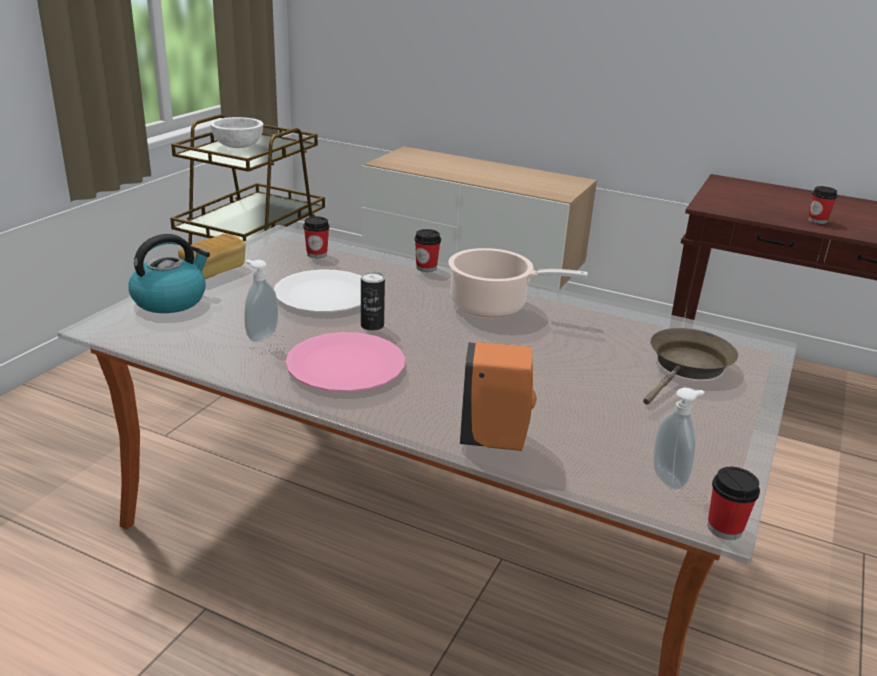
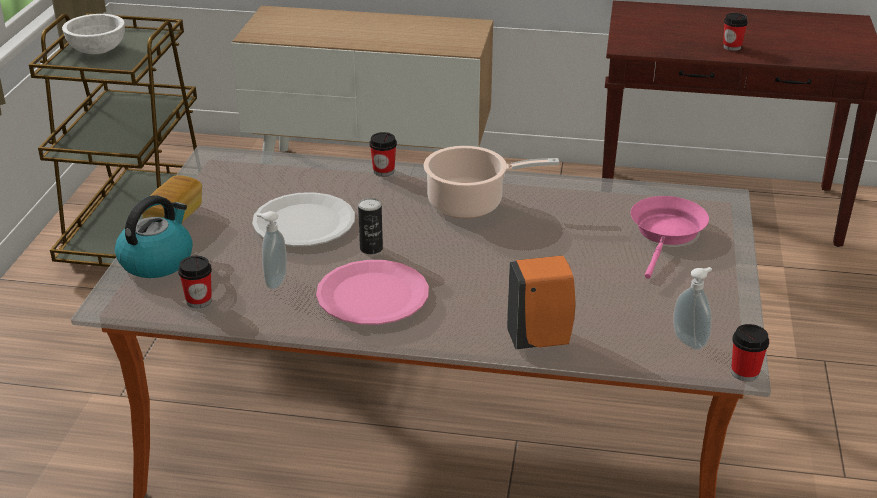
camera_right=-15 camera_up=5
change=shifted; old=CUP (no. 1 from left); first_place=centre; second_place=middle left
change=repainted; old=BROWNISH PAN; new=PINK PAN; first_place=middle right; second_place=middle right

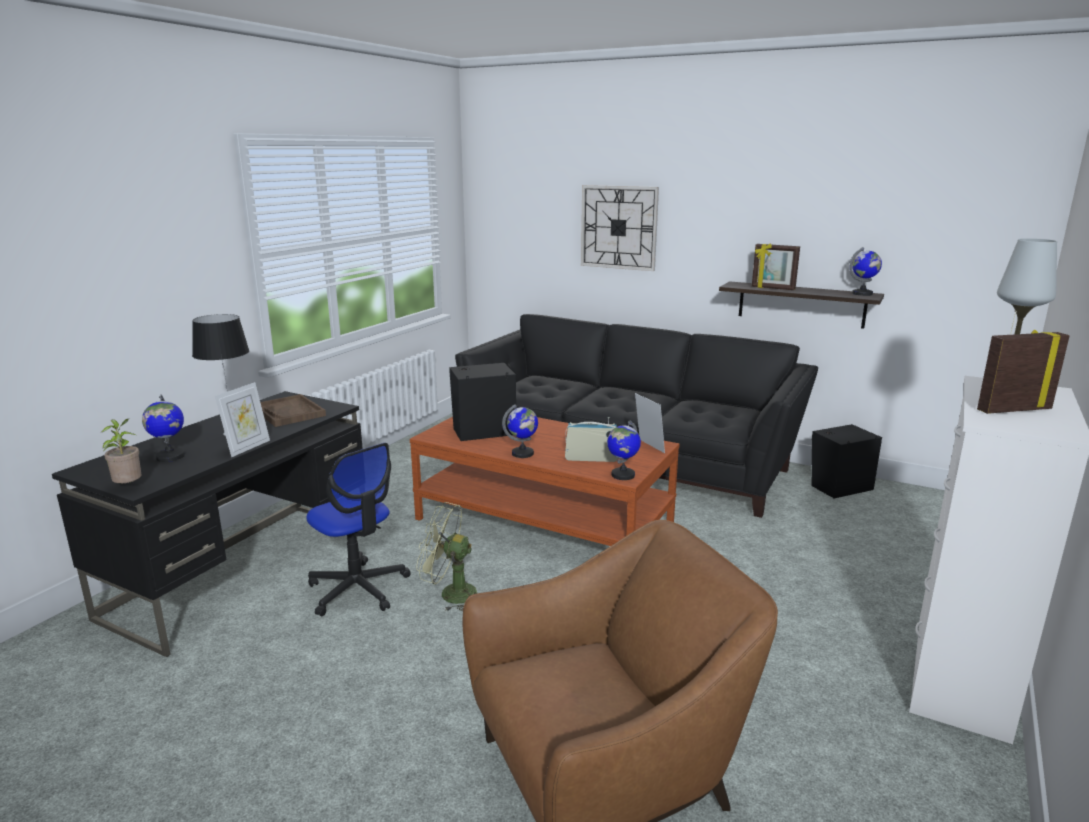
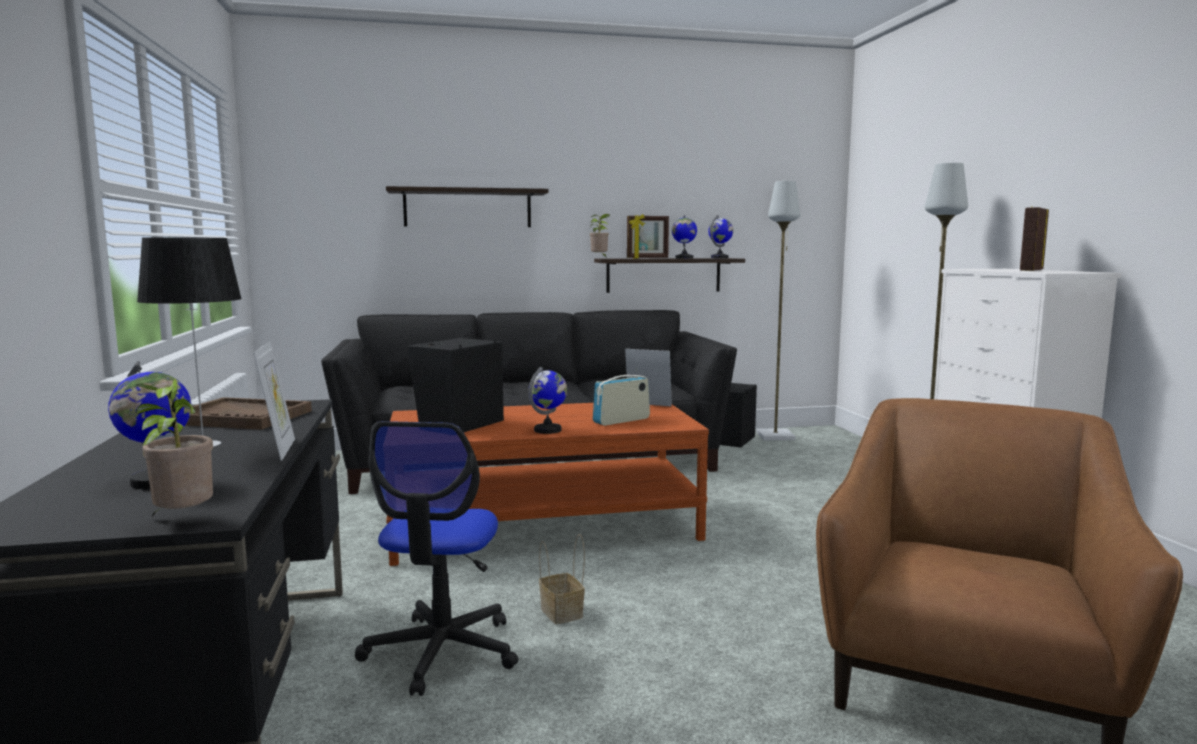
camera_right=-40 camera_up=-10
change=rotated; old=COMPUTER CHAIR; first_place=middle left; second_place=bottom centre; degrees=90
change=swapped; old=CLOCK ON THE WALL; new=WALL SHELF (no. 1 from left); first_place=top centre; second_place=top centre
change=swapped; old=GREEN-COLOURED ELECTRIC FAN; new=STORAGE BASKET; first_place=bottom centre; second_place=bottom centre
change=new; new=PLANT IN A POT (no. 2 from left); second_place=top centre
change=shifted; old=GLOBE (no. 3 from left); first_place=centre; second_place=top centre
change=new; new=GRAY STANDING LAMP (no. 1 from left); second_place=centre

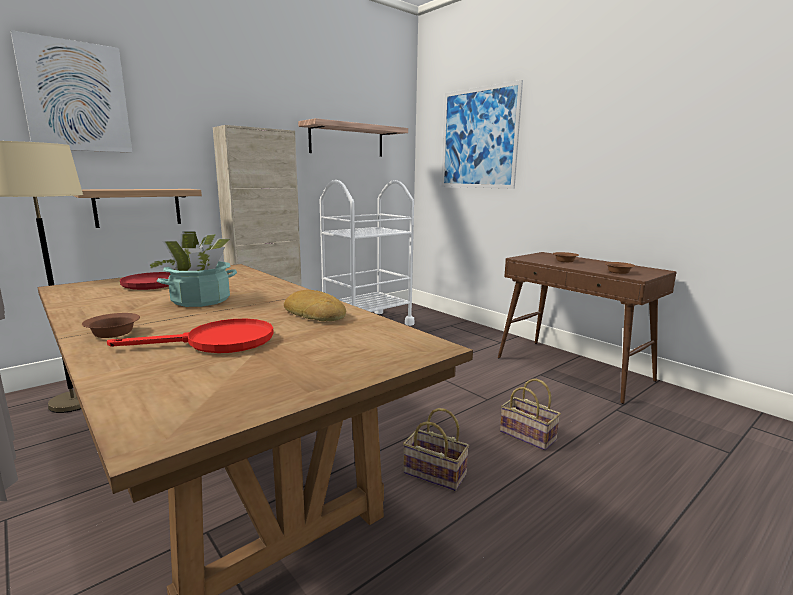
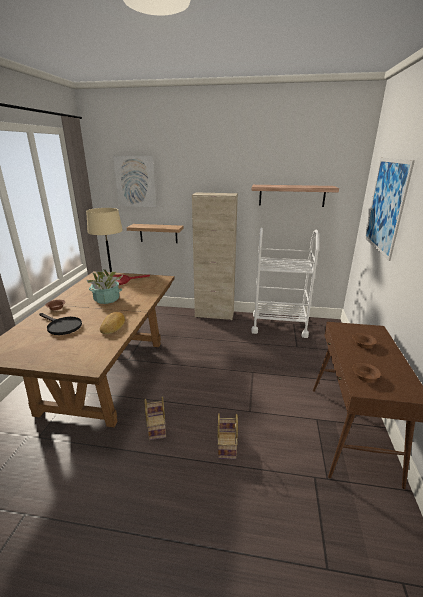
camera_right=50 camera_up=10
change=repainted; old=REDDISH PAN (no. 2 from left); new=BLACK-COLOURED PAN; first_place=middle left; second_place=middle left

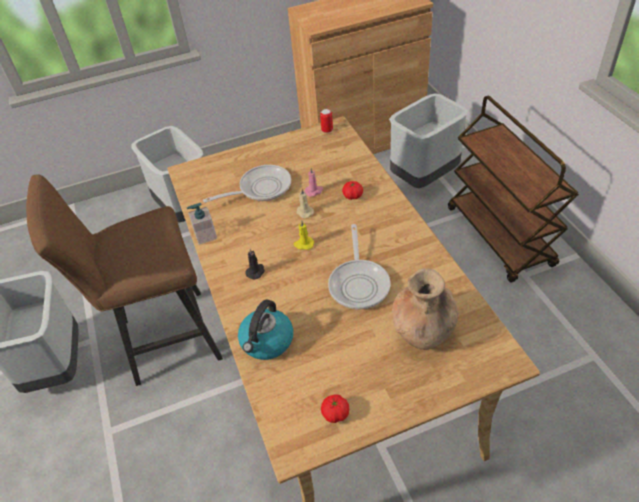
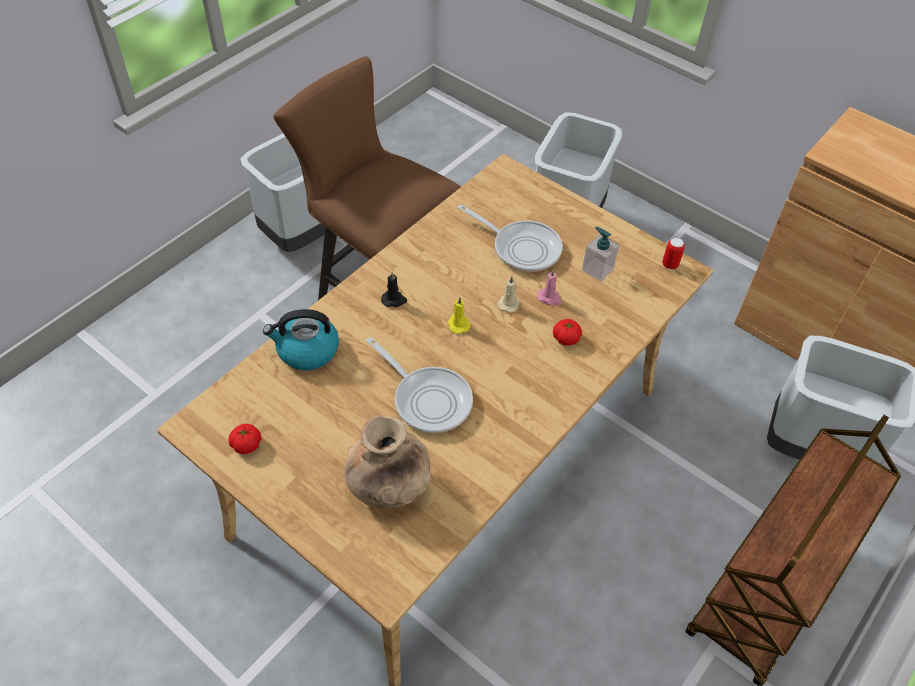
camera_right=55 camera_up=5
change=rotated; old=PAN (no. 2 from left in the first image); first_place=centre; second_place=centre; degrees=-105
change=shifted; old=SOAP DISPENSER; first_place=middle left; second_place=centre

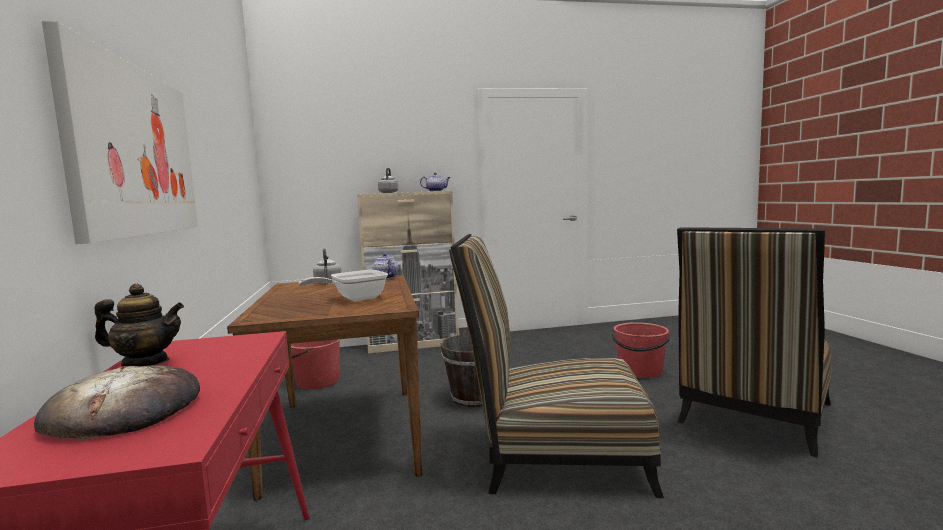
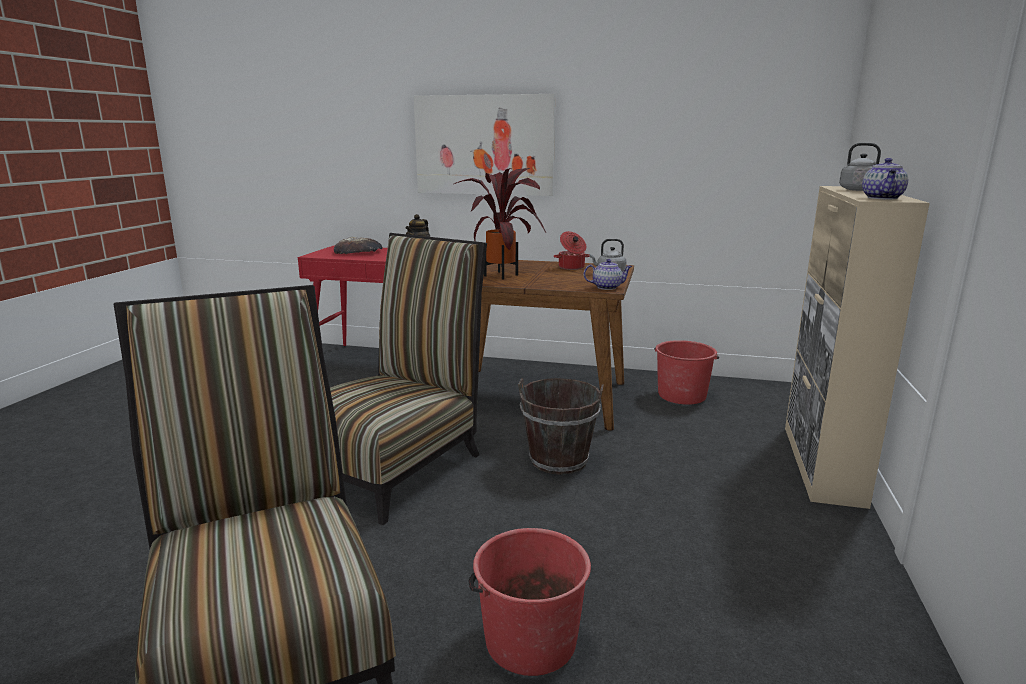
camera_right=115 camera_up=10
change=swapped; old=PAN; new=PLANT IN A POT; first_place=centre; second_place=top centre
change=new; new=STOCKPOT; second_place=centre

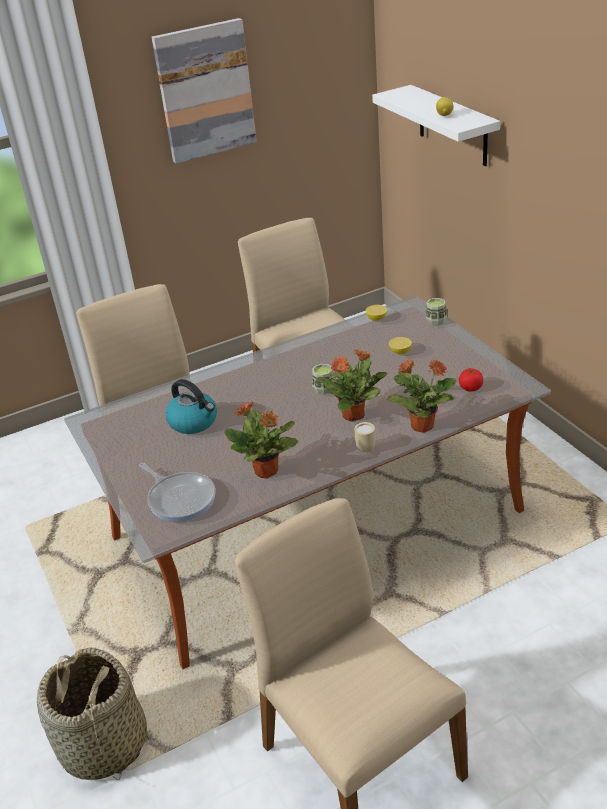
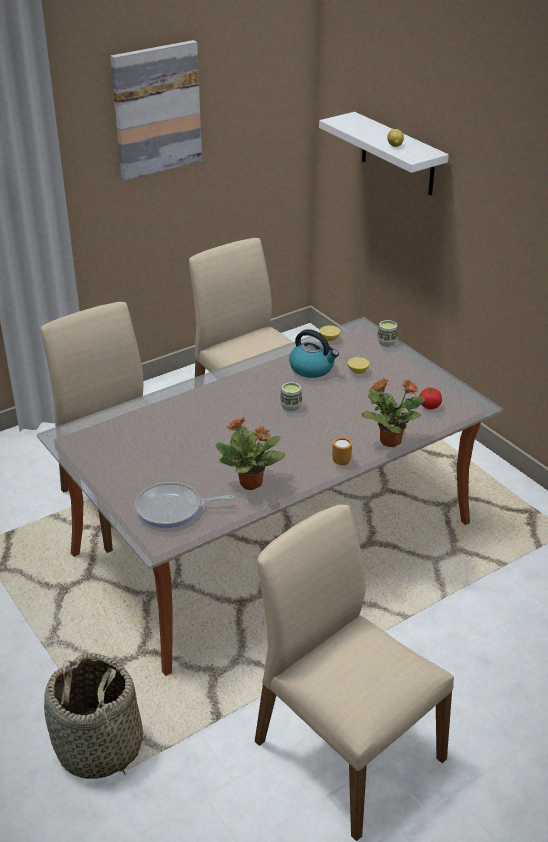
camera_right=-10 camera_up=0
change=rotated; old=PAN; first_place=middle left; second_place=centre; degrees=135
change=shifted; old=WATER KETTLE; first_place=middle left; second_place=centre
change=repainted; old=SAND-COLOURED TEA MUG; new=ORANGE TEA MUG; first_place=centre; second_place=centre
change=gone; old=PLANT IN A POT (no. 2 from left); first_place=centre

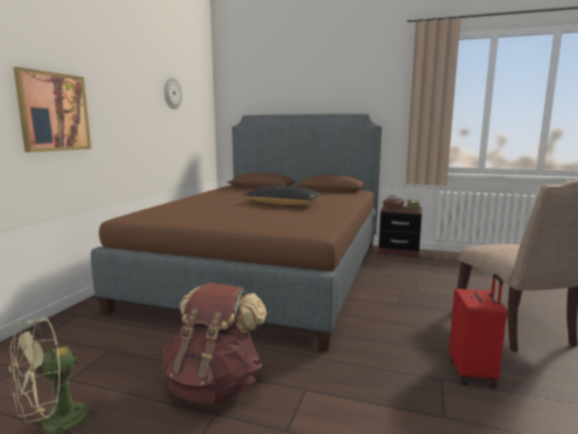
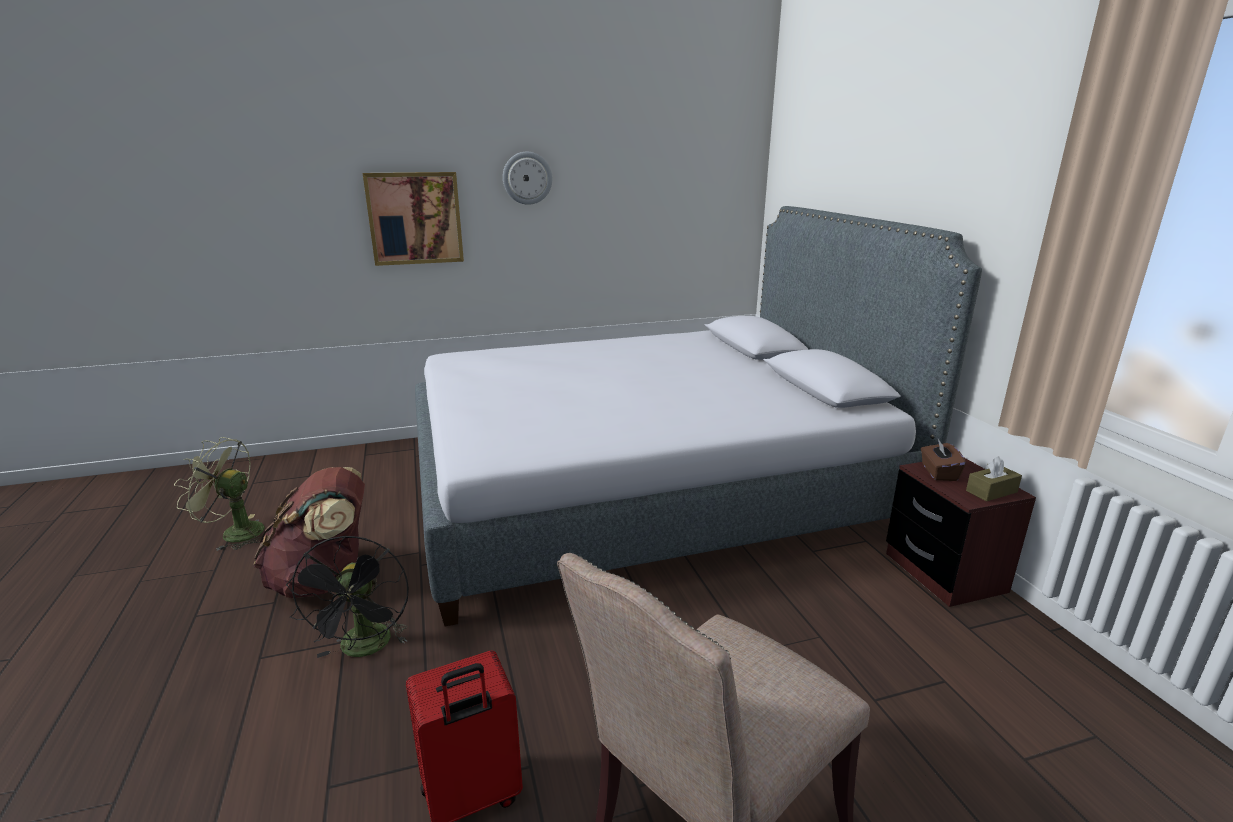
camera_right=55 camera_up=10
change=new; new=BLACK-COLOURED ELECTRIC FAN; second_place=bottom left
change=repainted; old=BROWNISH SLEEPING BED; new=GRAY SLEEPING BED; first_place=centre; second_place=centre
change=shifted; old=CLOCK ON THE WALL; first_place=top left; second_place=top centre
change=gone; old=BLACK-COLOURED PILLOW; first_place=centre

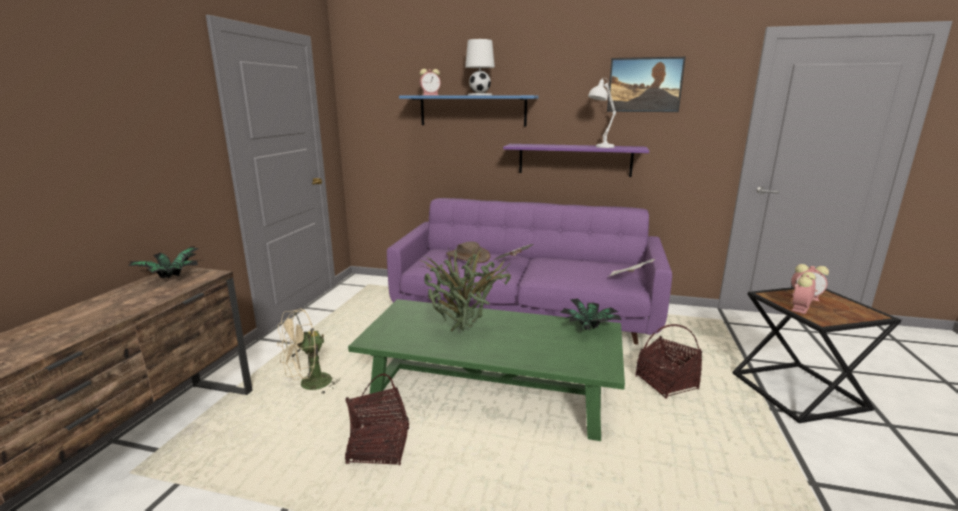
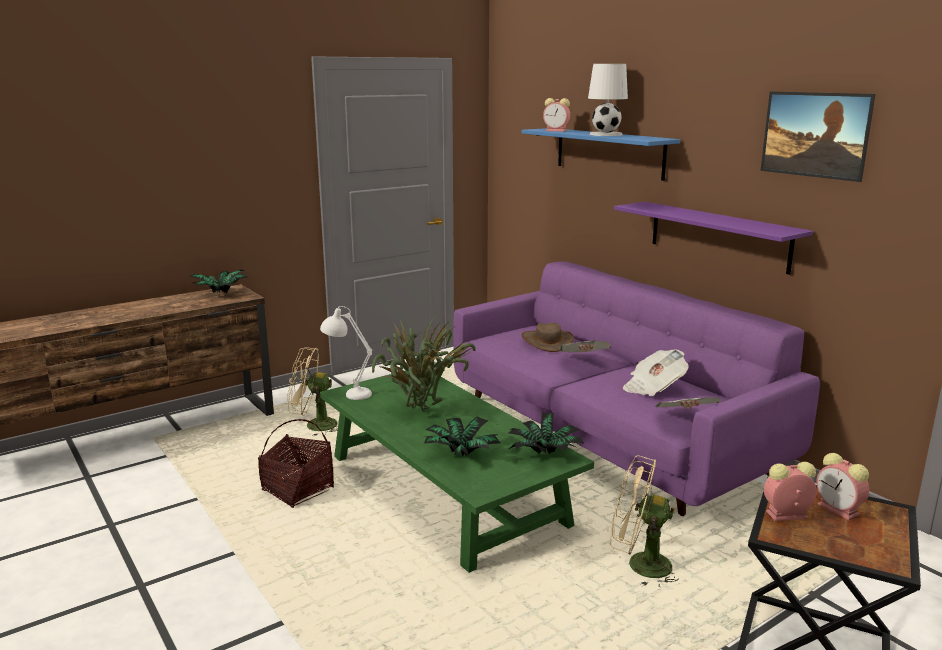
camera_right=40 camera_up=0
change=shifted; old=WHITE LAMP FOR A TABLE (no. 2 from left in the first image); new=WHITE LAMP FOR A TABLE (no. 1 from left); first_place=top centre; second_place=centre
change=new; new=PLANT IN A POT (no. 3 from left); second_place=bottom centre
change=swapped; old=STORAGE BASKET (no. 2 from left); new=SAND-COLOURED ELECTRIC FAN (no. 2 from left); first_place=bottom right; second_place=bottom right
change=new; new=NEWSPAPER (no. 2 from left); second_place=middle right

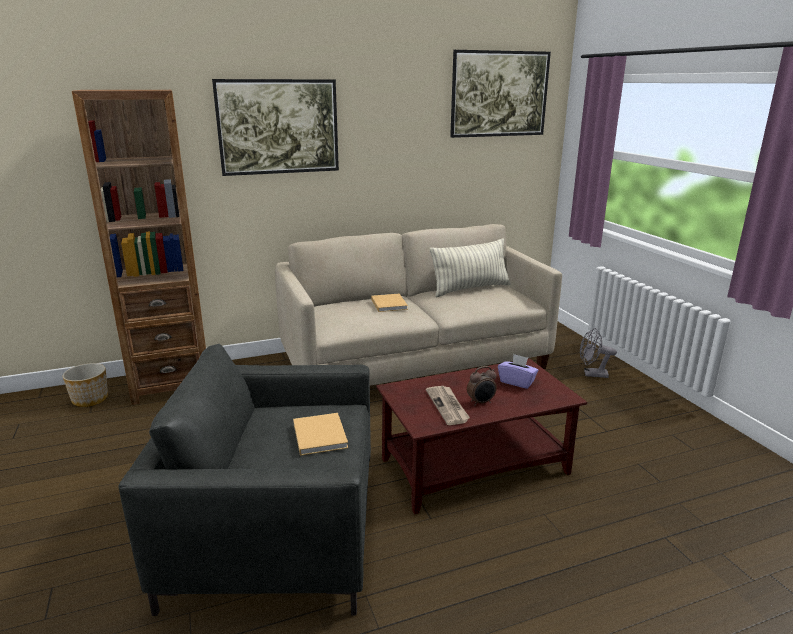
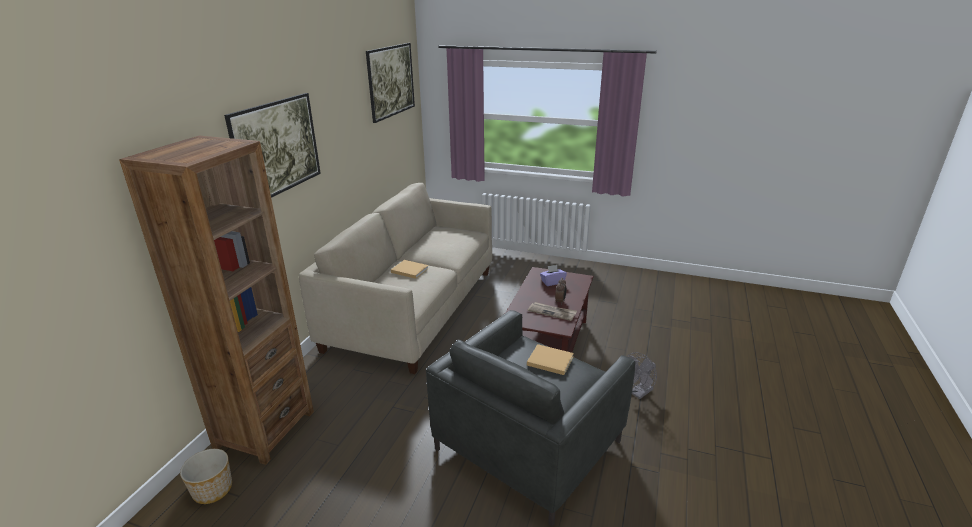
camera_right=-50 camera_up=5
change=shifted; old=GRAY ELECTRIC FAN; first_place=middle right; second_place=bottom centre
change=gone; old=PILLOW; first_place=centre

